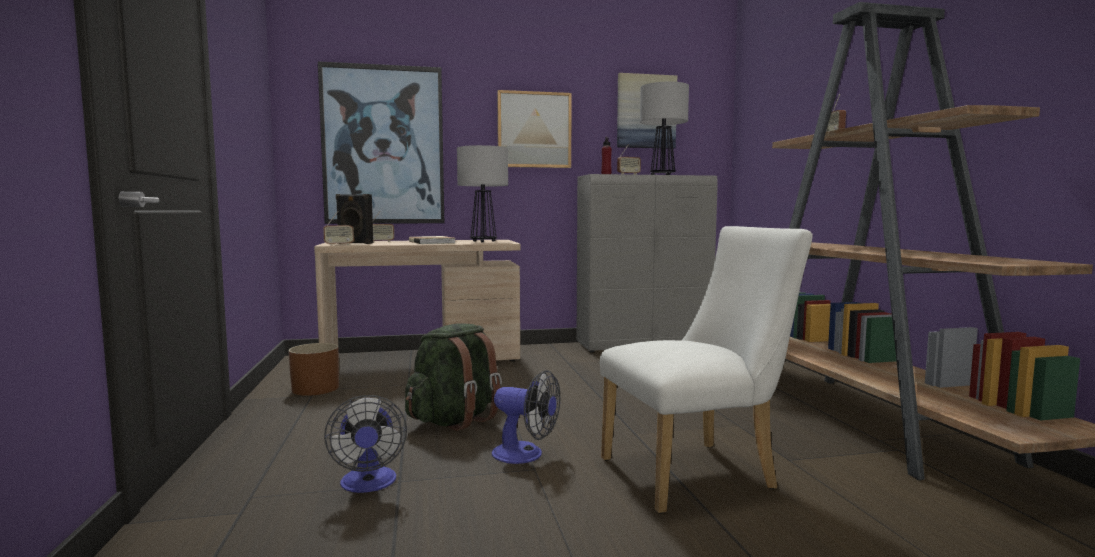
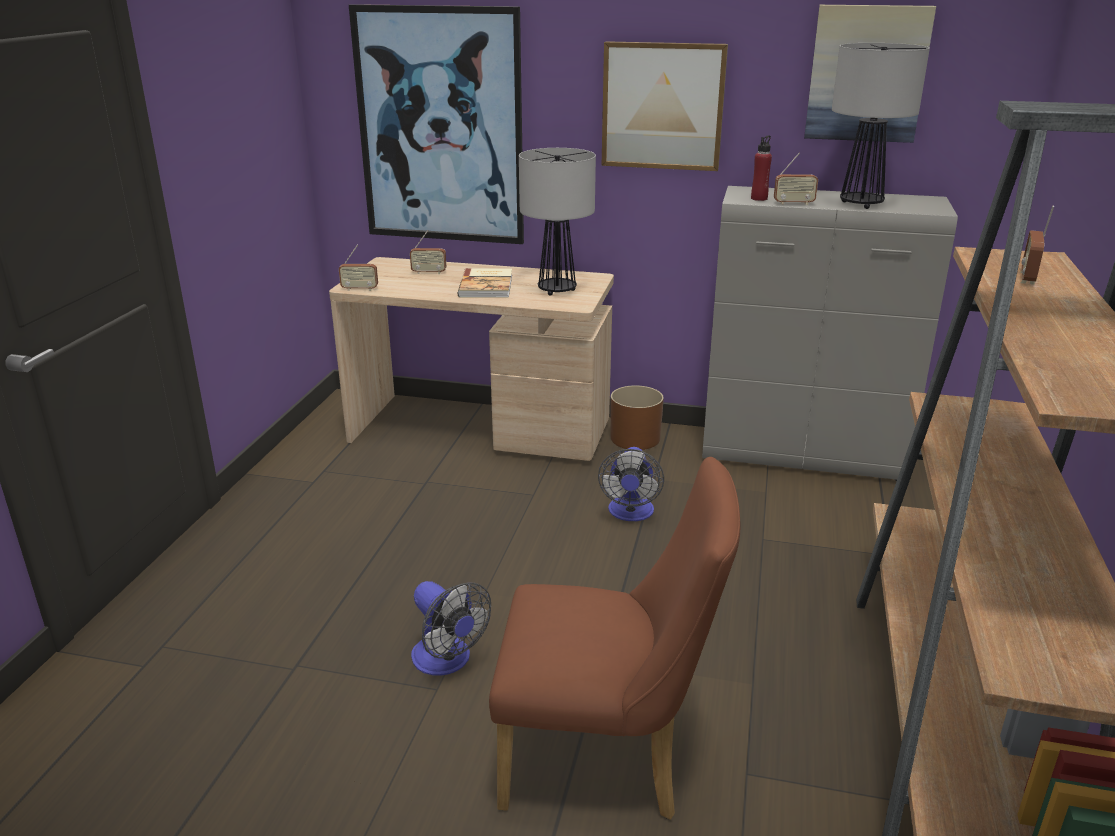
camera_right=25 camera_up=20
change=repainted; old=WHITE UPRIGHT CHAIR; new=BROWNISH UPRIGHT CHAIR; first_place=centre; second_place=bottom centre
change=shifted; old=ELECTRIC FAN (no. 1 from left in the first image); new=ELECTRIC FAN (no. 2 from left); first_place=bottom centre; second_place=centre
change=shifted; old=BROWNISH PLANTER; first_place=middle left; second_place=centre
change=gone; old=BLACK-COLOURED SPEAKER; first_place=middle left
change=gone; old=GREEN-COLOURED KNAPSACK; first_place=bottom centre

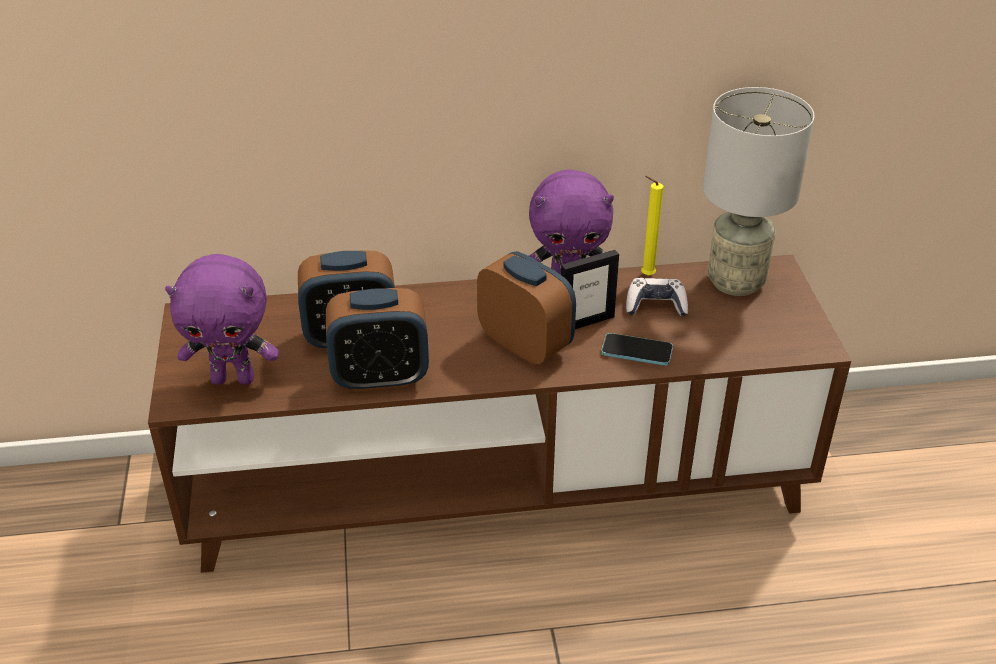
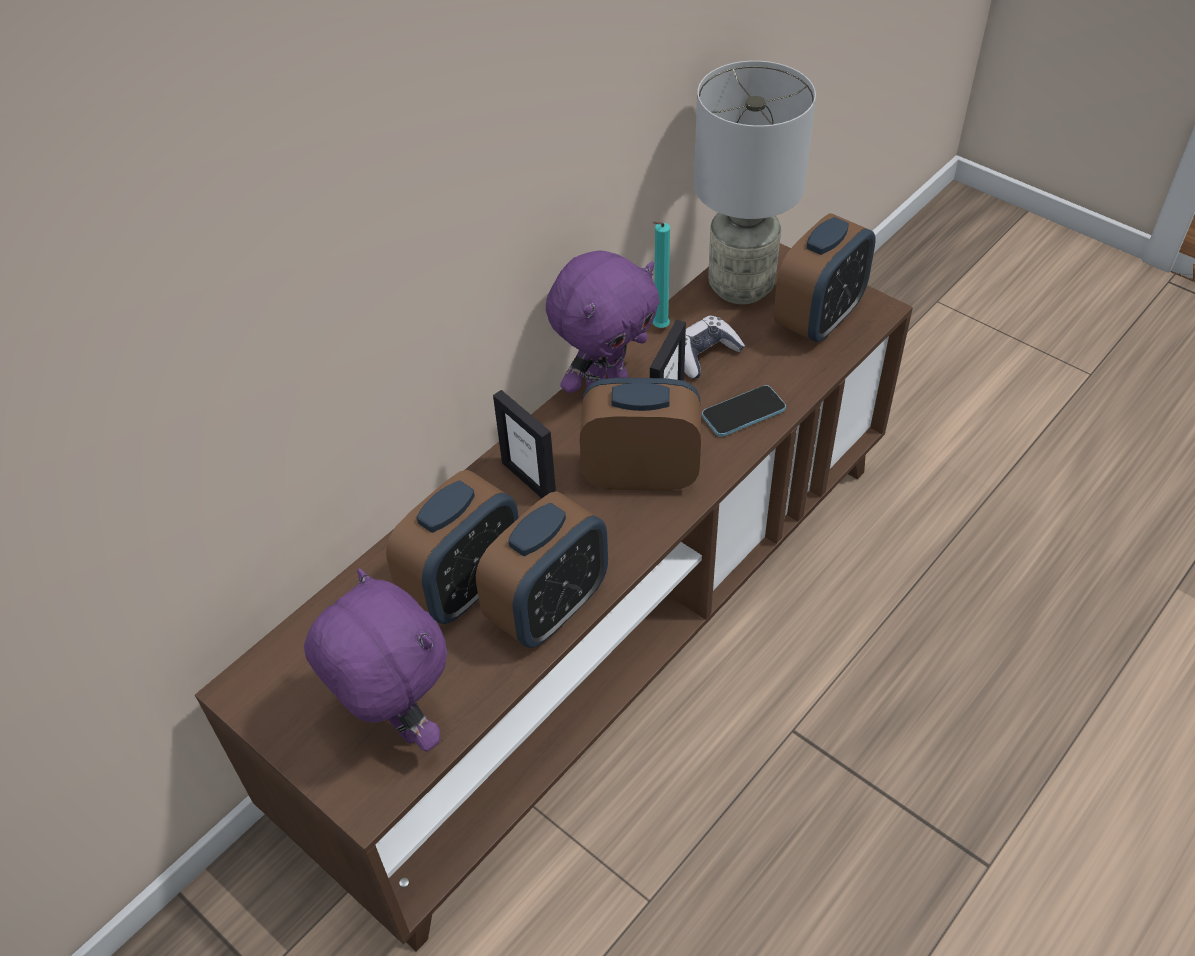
camera_right=-40 camera_up=10
change=rotated; old=PURPLE CUDDLY TOY (no. 1 from left); first_place=middle left; second_place=bottom left; degrees=-90
change=new; new=PICTURE FRAME (no. 1 from left); second_place=centre
change=repainted; old=YELLOW WAX CANDLE; new=BLUE-GREEN WAX CANDLE; first_place=centre; second_place=top centre
change=new; new=BEDSIDE CLOCK (no. 4 from left); second_place=top right

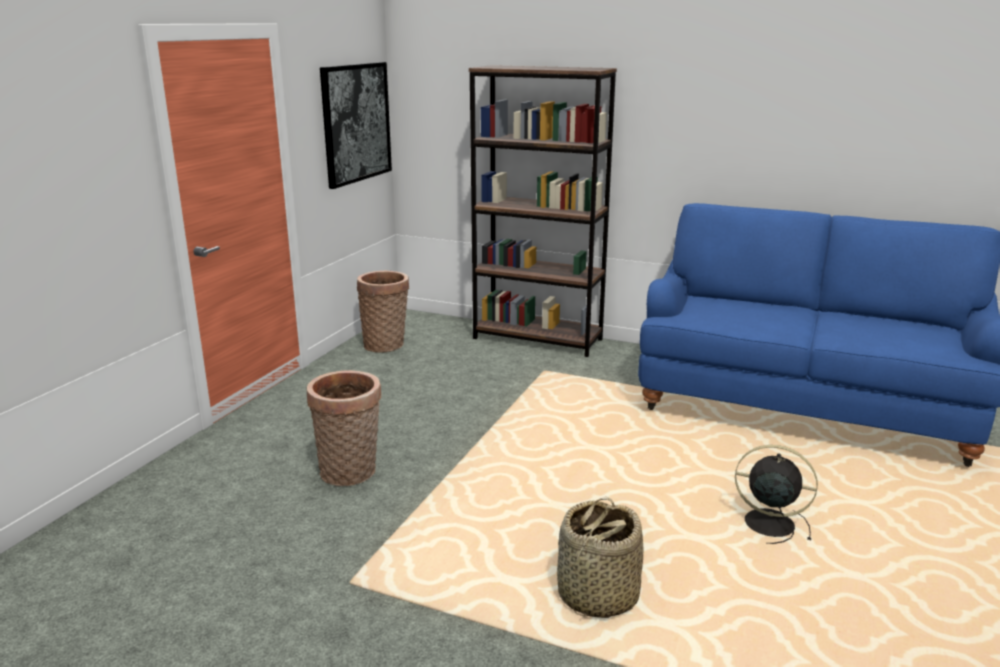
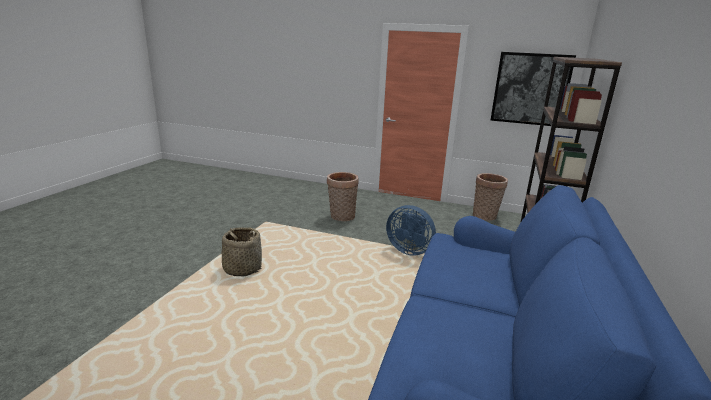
camera_right=85 camera_up=0
change=new; new=BLUISH ELECTRIC FAN; second_place=centre
change=gone; old=BLACK-COLOURED ELECTRIC FAN; first_place=bottom right

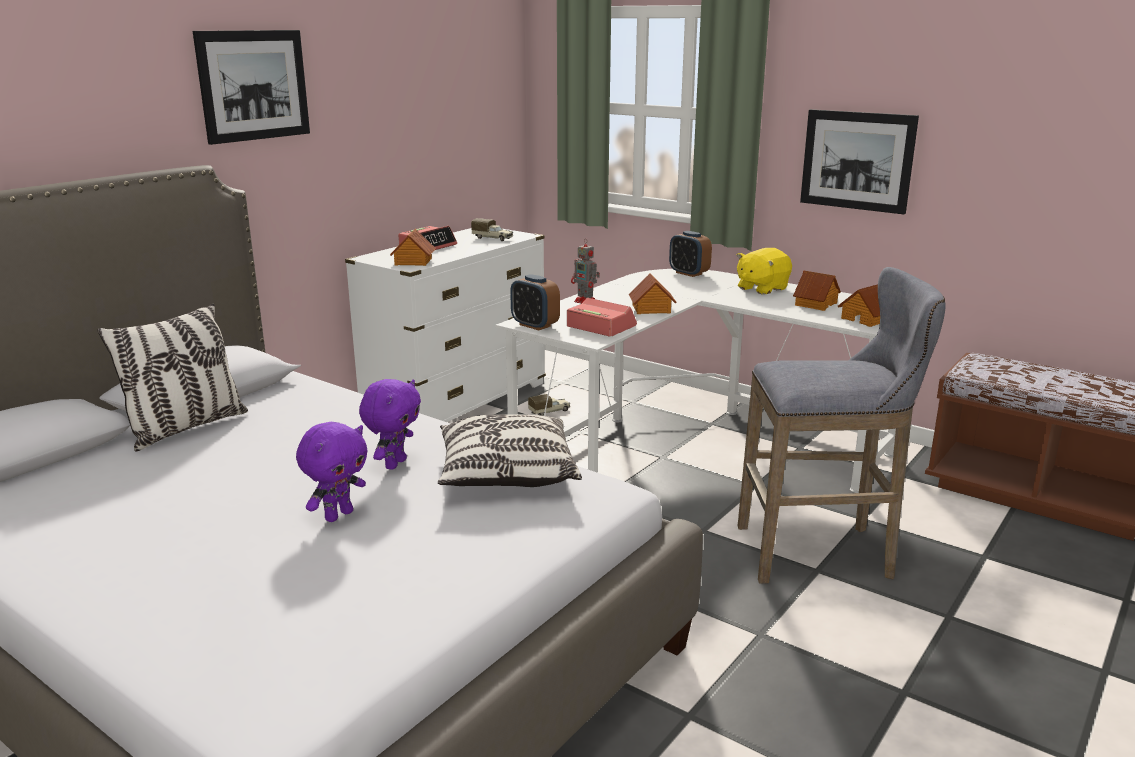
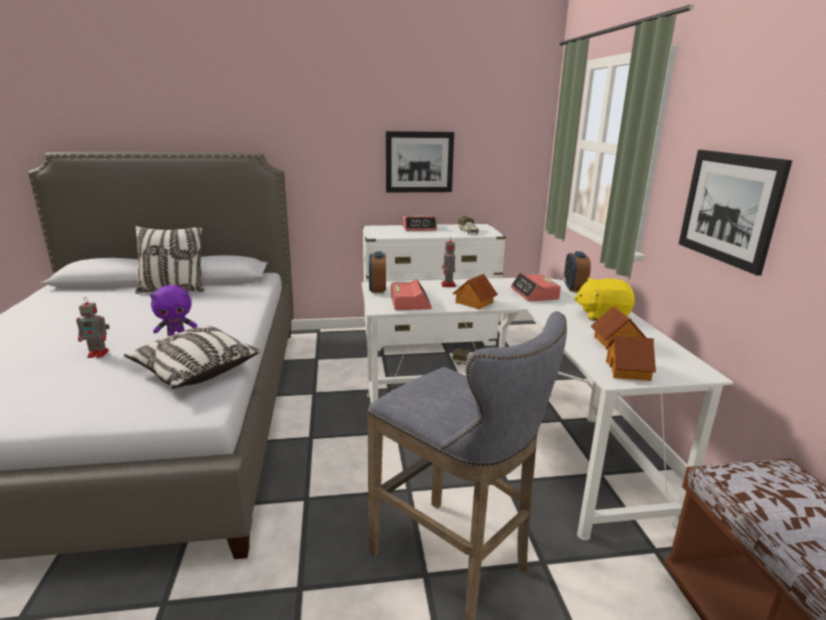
camera_right=45 camera_up=0
change=swapped; old=PURPLE CUDDLY TOY (no. 1 from left); new=MODEL ROBOT (no. 1 from left); first_place=middle left; second_place=middle left
change=shifted; old=WALL ART (no. 1 from left); first_place=top left; second_place=top centre
change=new; new=BEDSIDE CLOCK (no. 4 from left); second_place=centre
change=gone; old=MINIATURE HOUSE (no. 1 from left); first_place=top centre

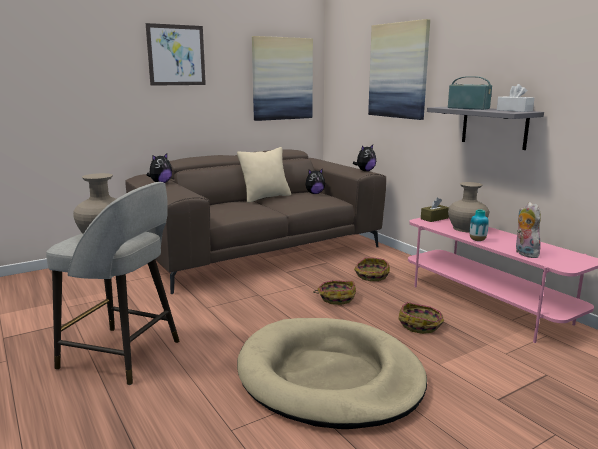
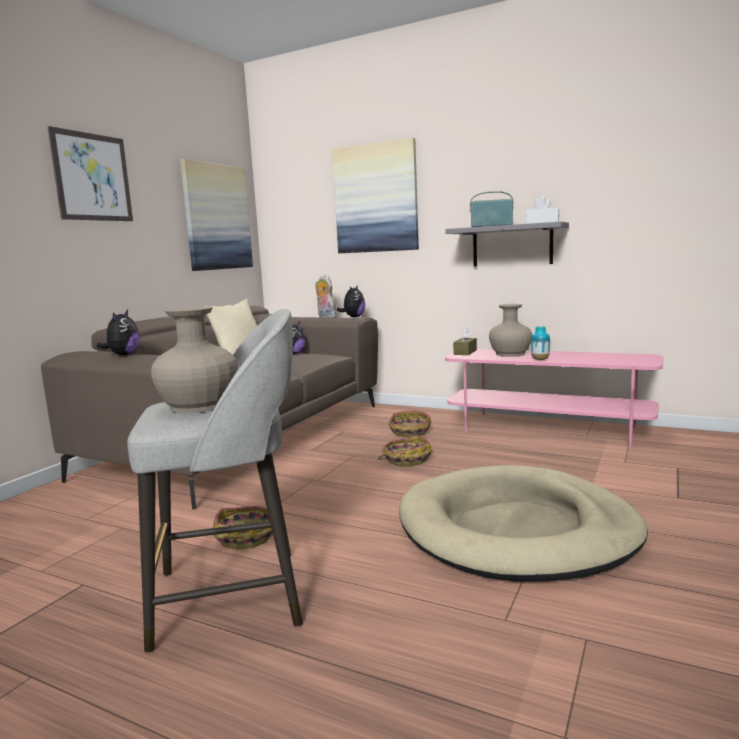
camera_right=-30 camera_up=-5
change=shifted; old=STORAGE BASKET (no. 3 from left in the first image); new=STORAGE BASKET (no. 1 from left); first_place=bottom right; second_place=bottom left
change=shifted; old=CUDDLY TOY (no. 4 from left in the first image); new=CUDDLY TOY (no. 3 from left); first_place=middle right; second_place=centre

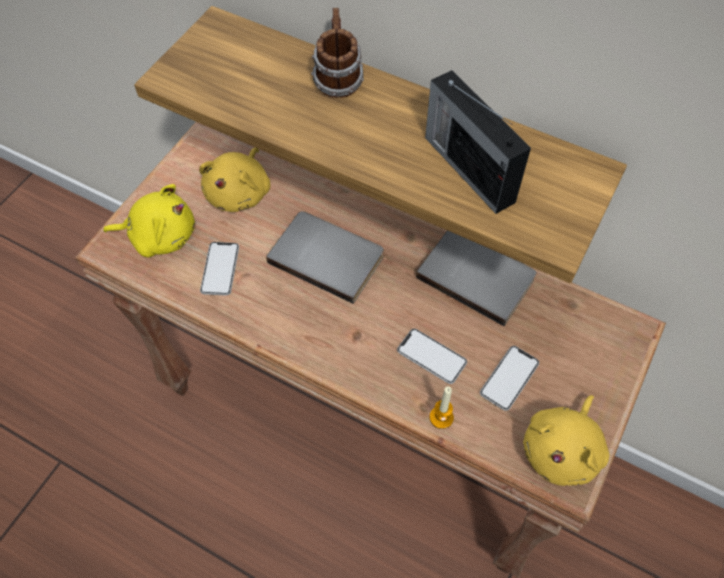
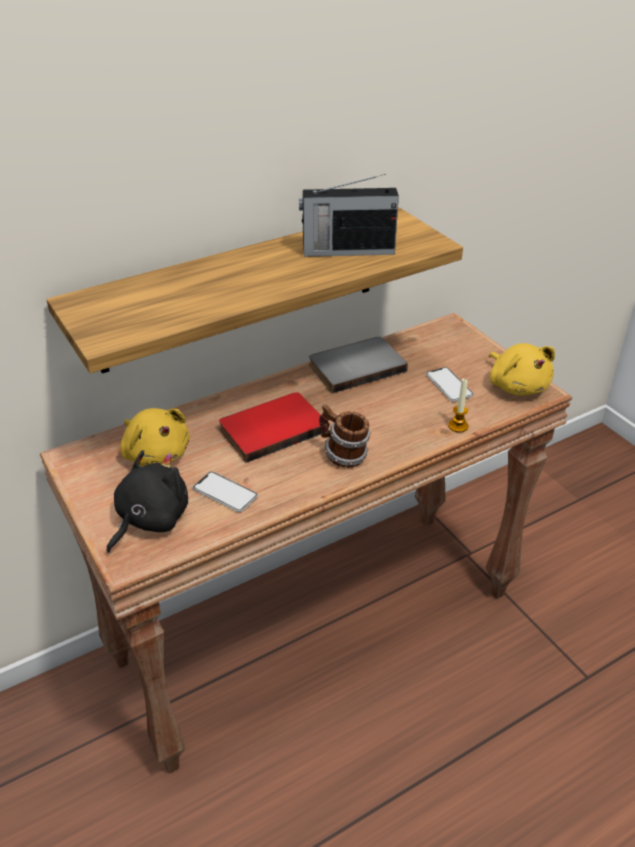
camera_right=-60 camera_up=-20
change=repainted; old=YELLOW CUDDLY TOY (no. 1 from left); new=BLACK-COLOURED CUDDLY TOY; first_place=middle left; second_place=middle left
change=repainted; old=GRAY VOLUME (no. 1 from left); new=REDDISH VOLUME; first_place=centre; second_place=centre
change=shifted; old=TEA MUG; first_place=top centre; second_place=centre
change=gone; old=HANDSET (no. 2 from left); first_place=centre

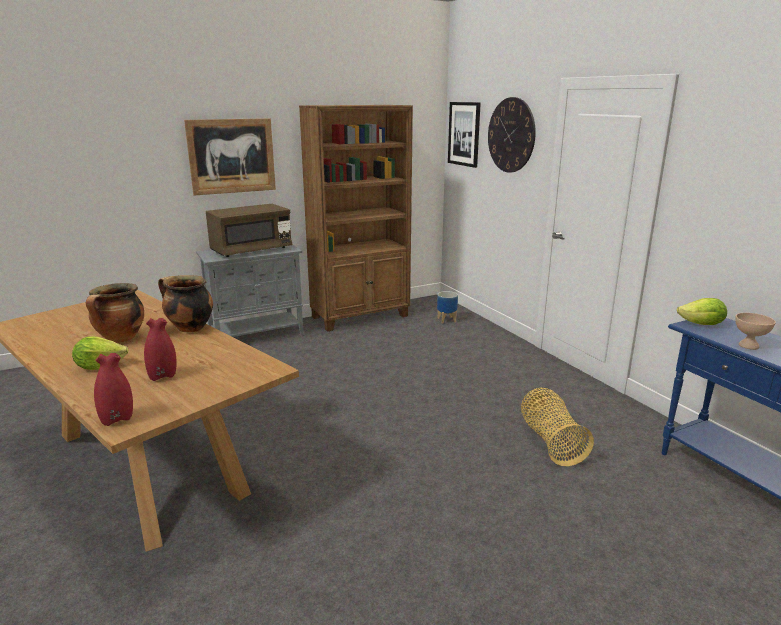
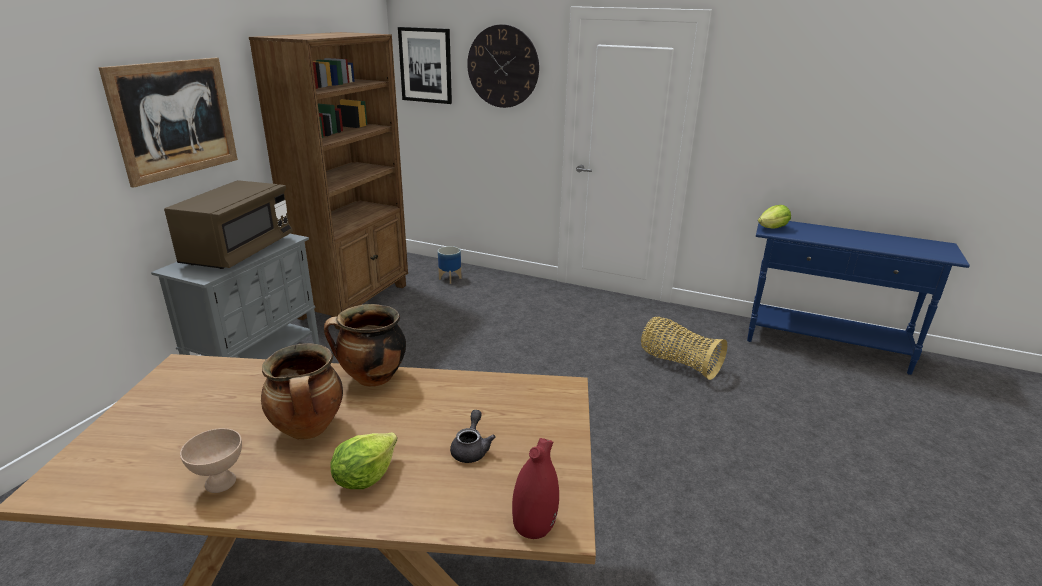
camera_right=-40 camera_up=5
change=shifted; old=SAND-COLOURED SERVING BOWL; first_place=middle right; second_place=bottom left
change=swapped; old=REDDISH VASE (no. 2 from left); new=GRAY TEA POT; first_place=middle left; second_place=bottom centre

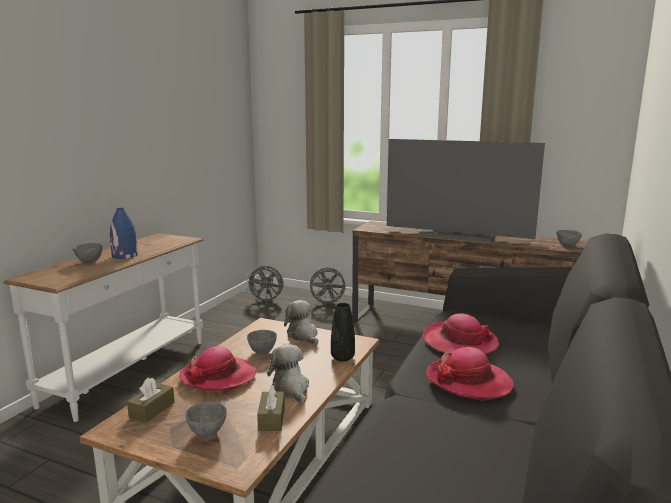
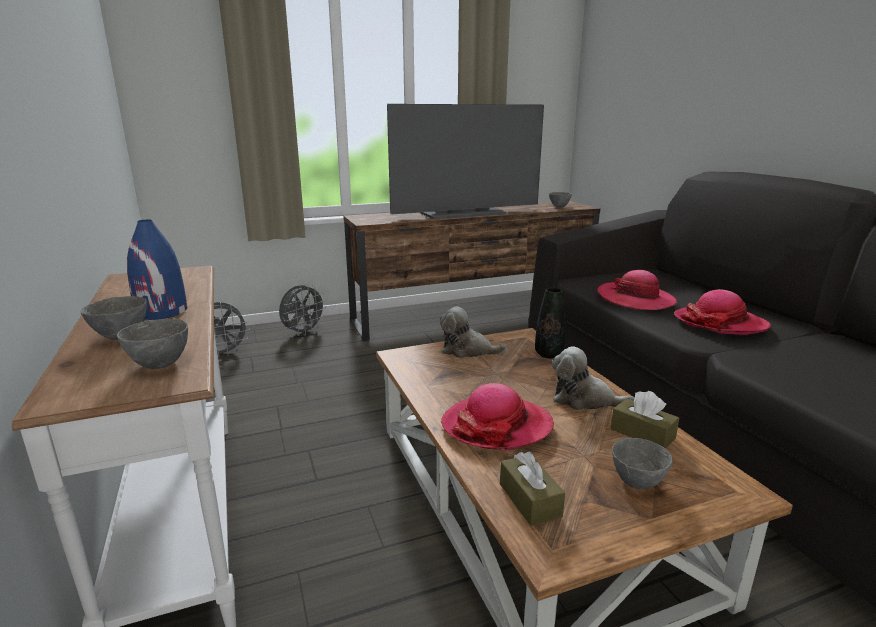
camera_right=-45 camera_up=5
change=shifted; old=GRAY SERVING BOWL (no. 3 from left in the first image); new=GRAY SERVING BOWL (no. 2 from left); first_place=bottom centre; second_place=middle left

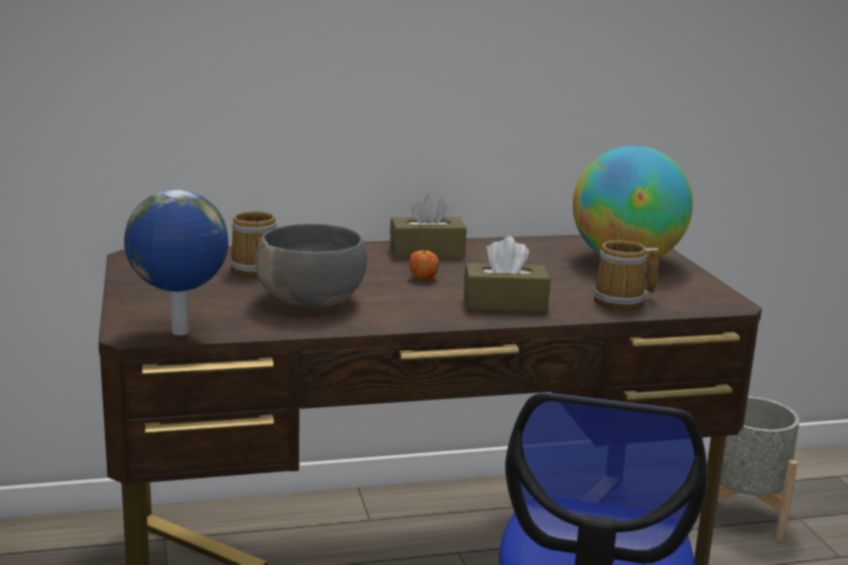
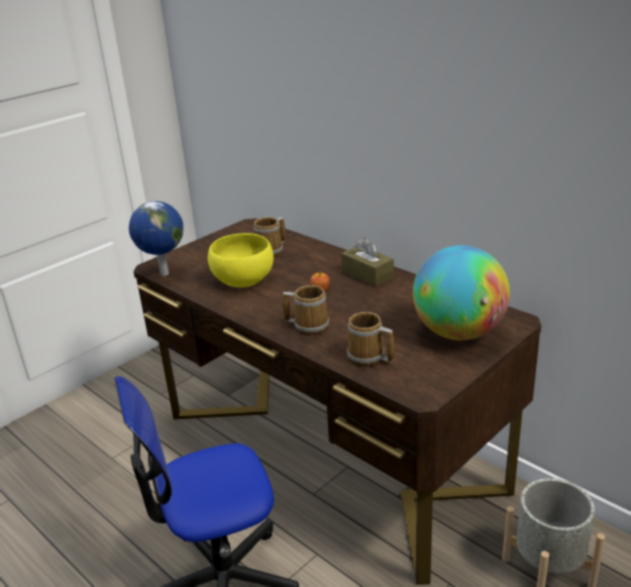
camera_right=60 camera_up=10
change=repainted; old=GRAY SERVING BOWL; new=YELLOW SERVING BOWL; first_place=centre; second_place=centre
change=swapped; old=BROWNISH TISSUE HOLDER (no. 2 from left); new=TEA MUG (no. 2 from left); first_place=centre; second_place=centre

